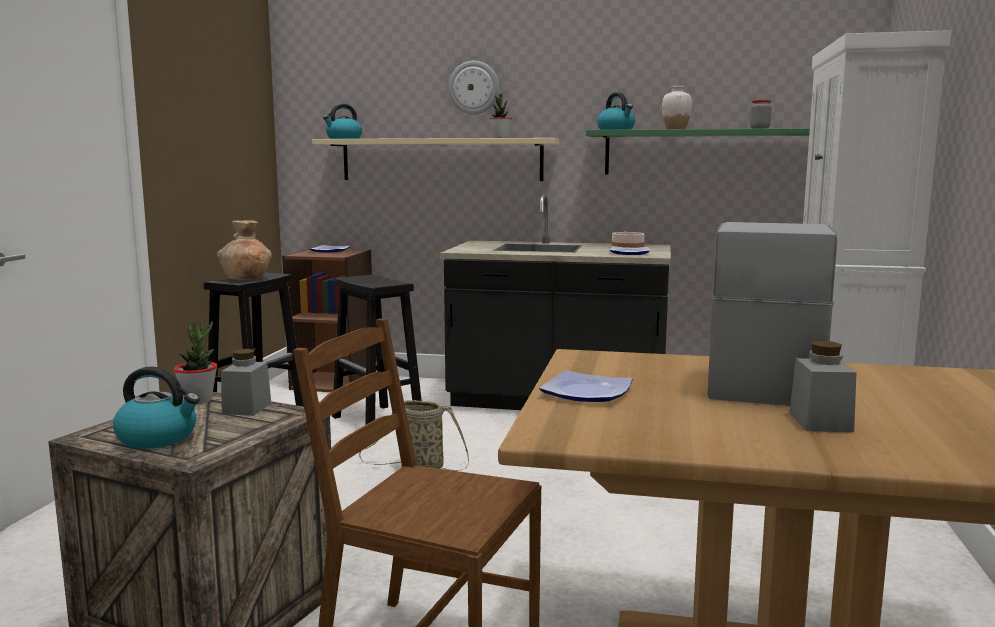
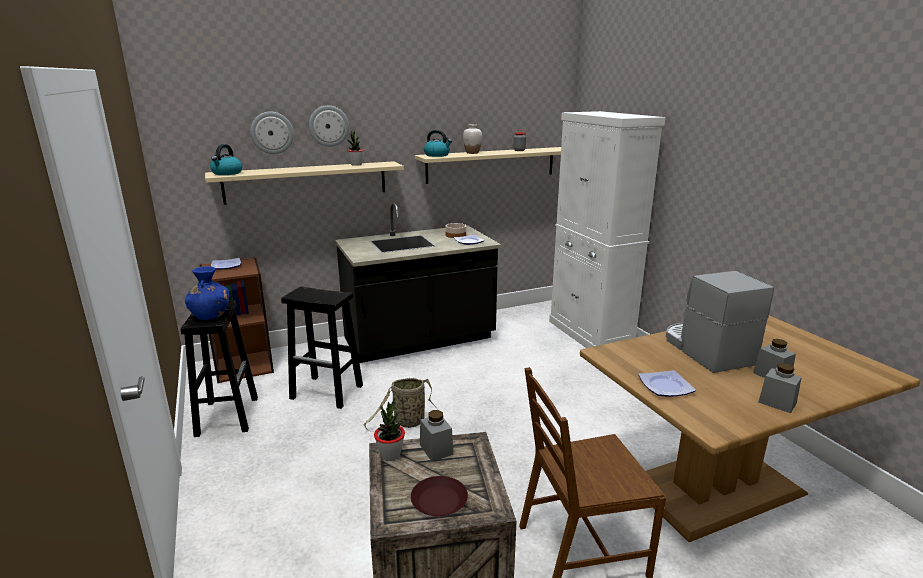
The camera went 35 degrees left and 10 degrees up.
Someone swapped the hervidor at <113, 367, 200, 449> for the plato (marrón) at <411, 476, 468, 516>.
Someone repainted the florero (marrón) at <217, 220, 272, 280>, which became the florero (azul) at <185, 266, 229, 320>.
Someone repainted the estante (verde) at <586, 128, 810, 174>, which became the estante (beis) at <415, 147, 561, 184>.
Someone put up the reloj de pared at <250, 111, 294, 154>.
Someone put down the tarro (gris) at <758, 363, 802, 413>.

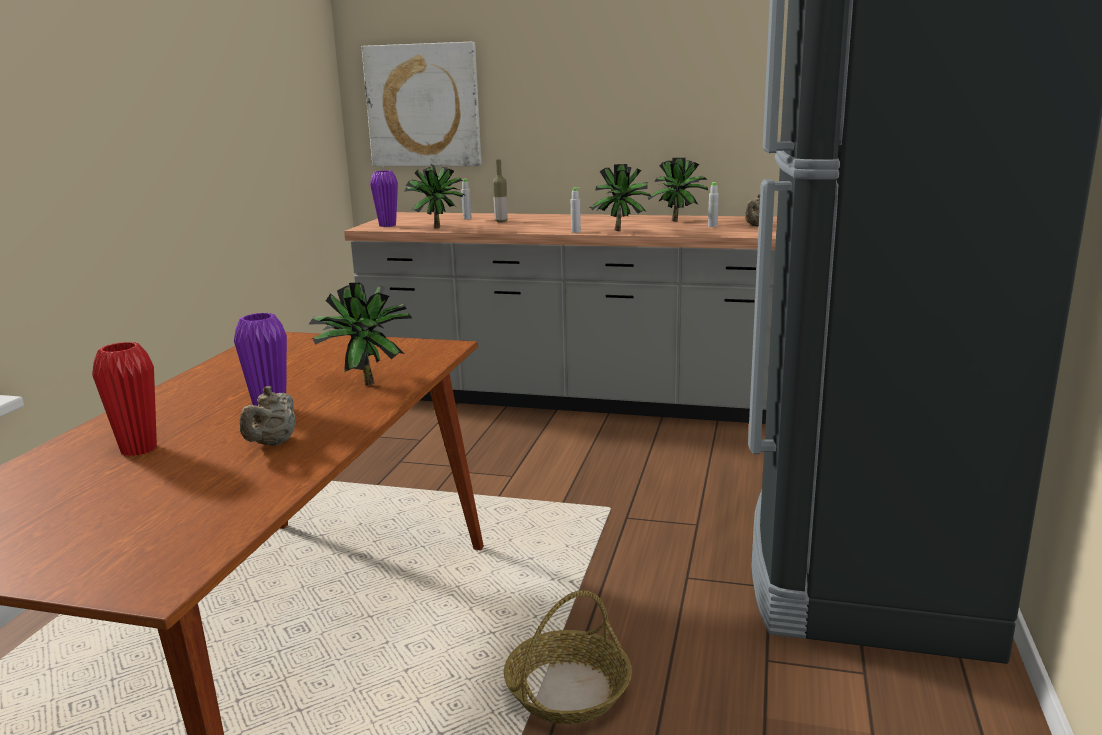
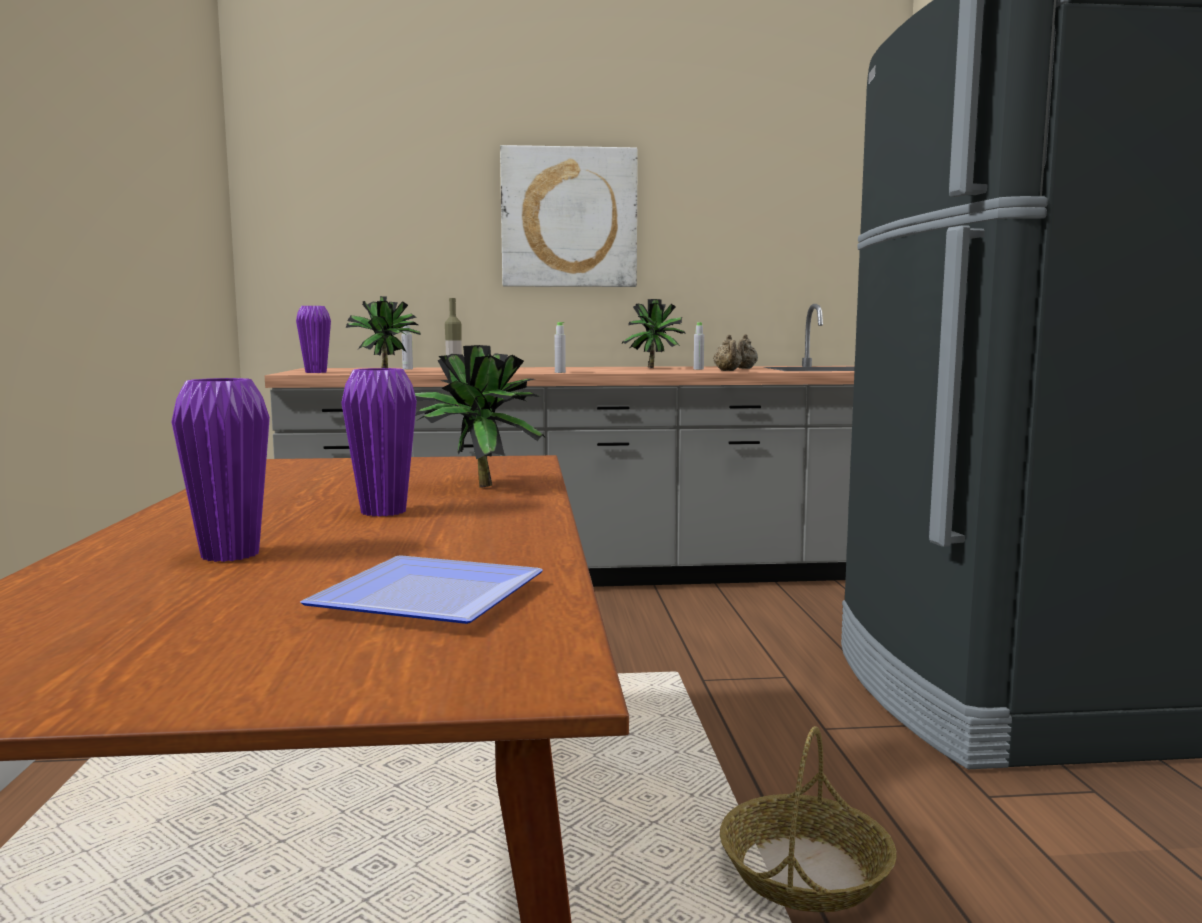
The camera went 20 degrees left and 10 degrees down.
Someone repainted the florero (rojo) at <92, 342, 157, 456>, which became the florero (morado) at <172, 378, 270, 562>.
Someone carried the tetera (beis) from <240, 386, 296, 446> to <713, 335, 742, 371>.
Someone carried the cuadro from <362, 42, 481, 166> to <500, 145, 638, 287>.
Someone took away the planta en maceta at <589, 164, 651, 231>.
Someone put down the plato at <300, 555, 543, 624>.

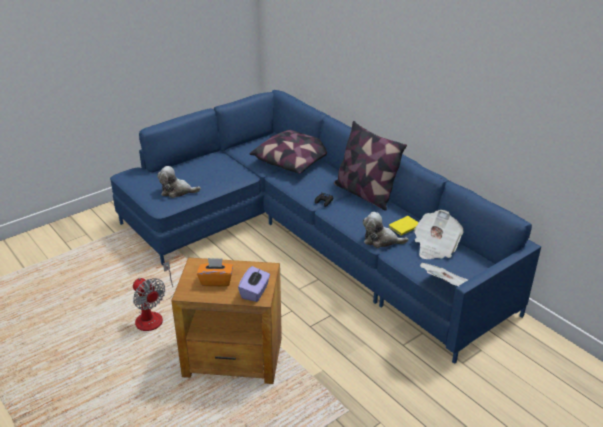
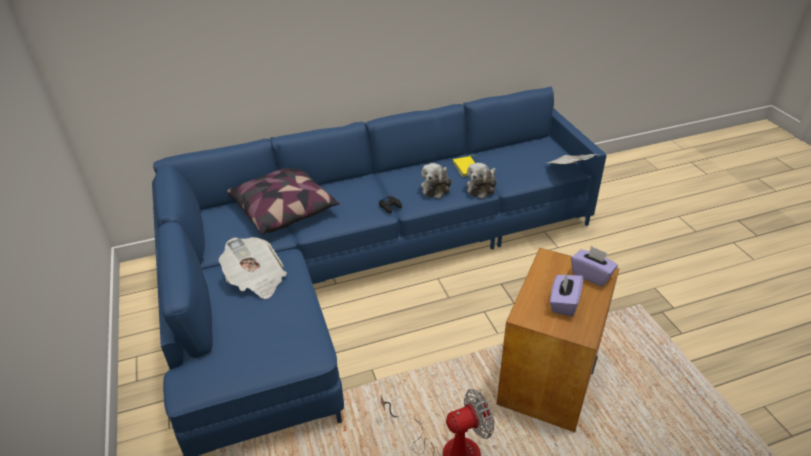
The camera went 70 degrees left and 5 degrees up.
Someone carried the peluche from <157, 166, 201, 198> to <421, 163, 452, 199>.
Someone repainted the caja de pañuelos (naranja) at <197, 258, 233, 286>, which became the caja de pañuelos (morado) at <550, 273, 583, 316>.
Someone took away the cojín at <334, 121, 407, 211>.
Someone carried the periódico from <414, 210, 463, 259> to <219, 237, 287, 299>.

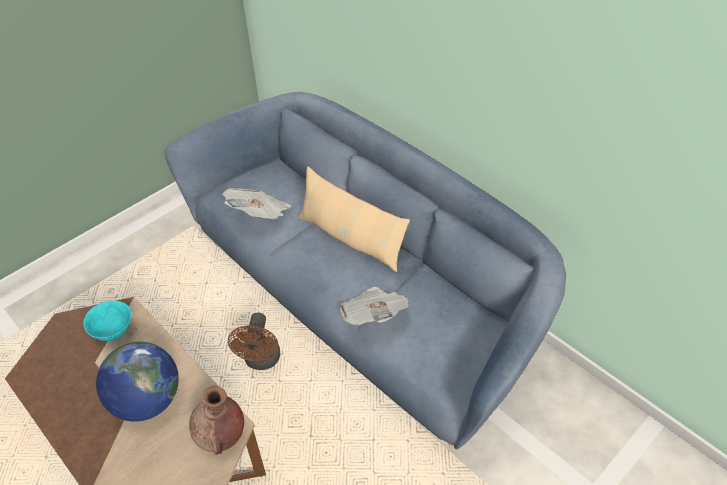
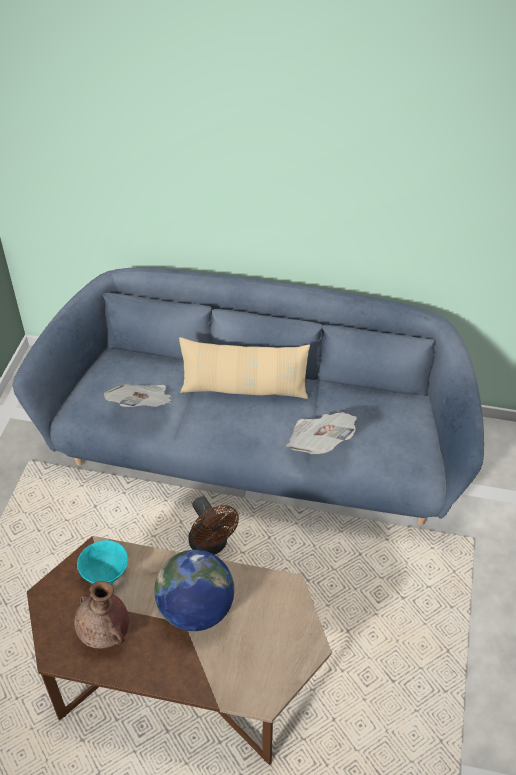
The camera went 35 degrees left and 0 degrees up.
Someone carried the florero (marrón) from <189, 386, 244, 455> to <75, 581, 129, 649>.

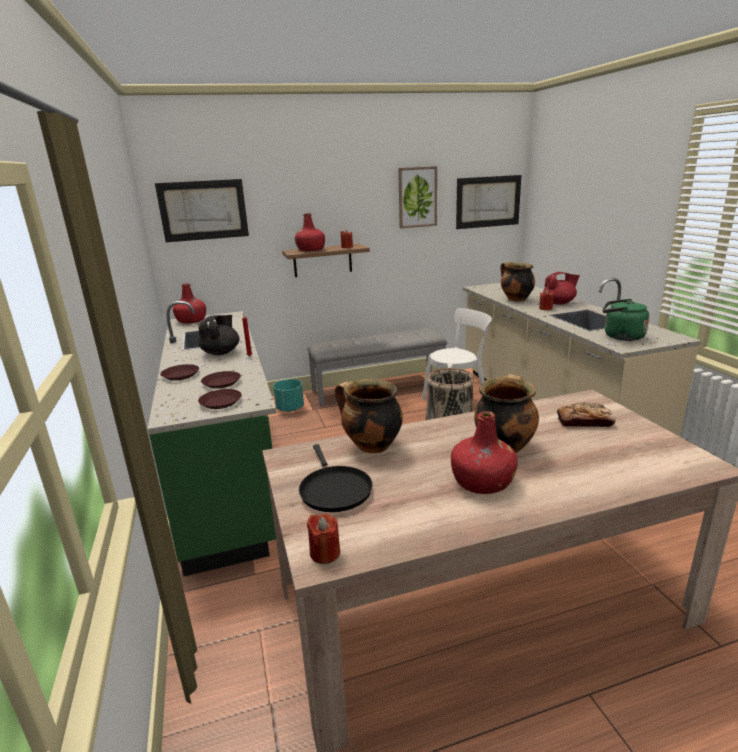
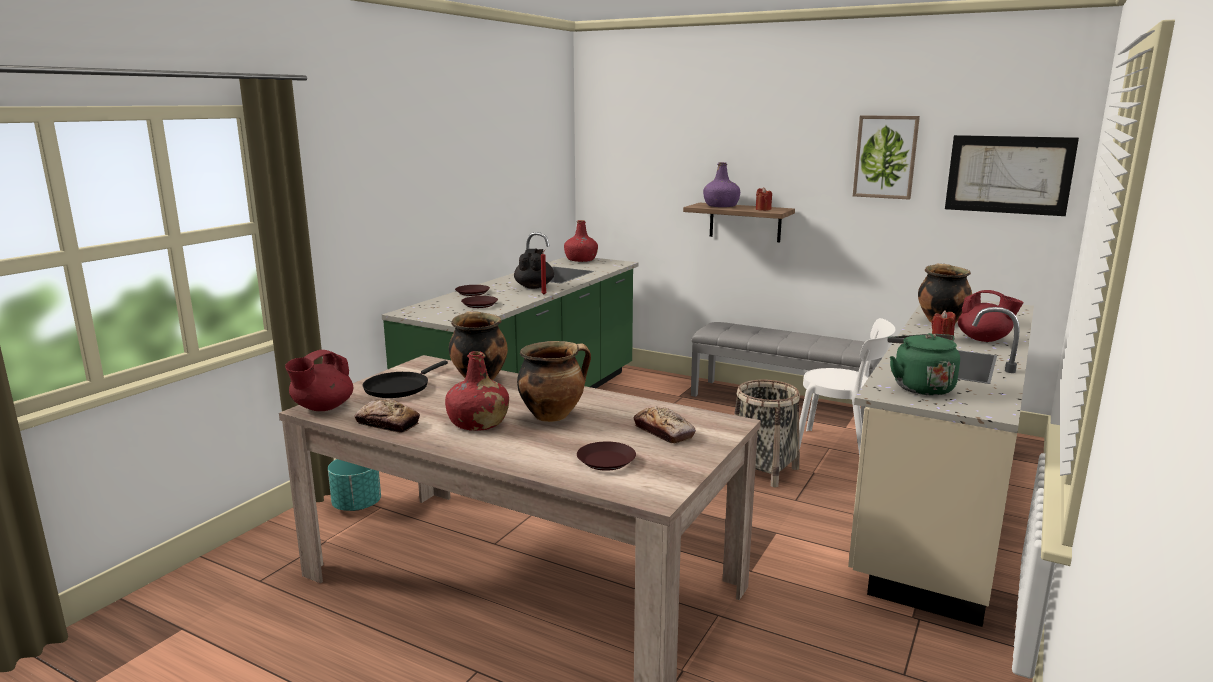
The camera went 45 degrees right and 5 degrees down.
Someone took away the cuadro at <155, 179, 249, 242>.
Someone rotated the tetera (negro) at <198, 315, 240, 355> by 60 degrees counterclockwise.
Someone carried the plato (marrón) from <198, 389, 242, 409> to <577, 442, 636, 471>.
Someone carried the maceta (turquesa) from <273, 379, 304, 412> to <328, 459, 381, 511>.
Someone repainted the botella (rojo) at <295, 213, 325, 251>, which became the botella (morado) at <703, 162, 740, 207>.
Someone swapped the vela (rojo) at <307, 513, 340, 564> for the tetera (rojo) at <285, 350, 353, 411>.
Someone put down the pan at <354, 400, 420, 433>.

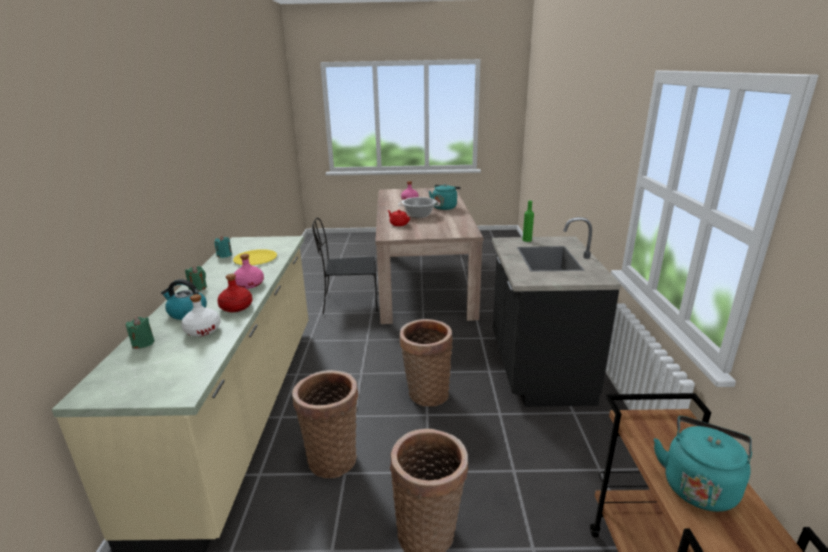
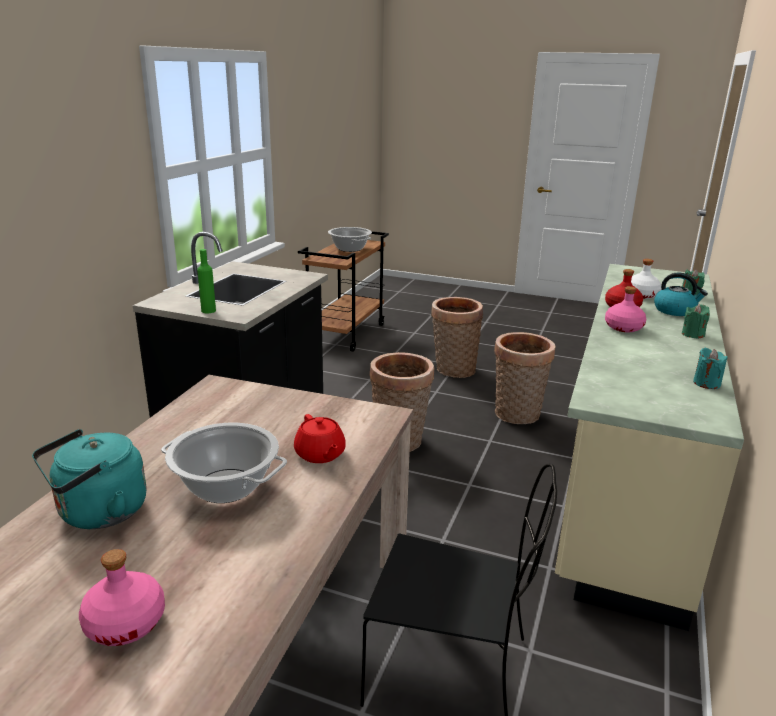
The camera went 160 degrees left and 0 degrees up.
Someone took away the plato (amarillo) at <233, 249, 277, 265>.
Someone swapped the hervidor (turquesa) at <654, 416, 752, 512> for the olla at <328, 227, 372, 252>.

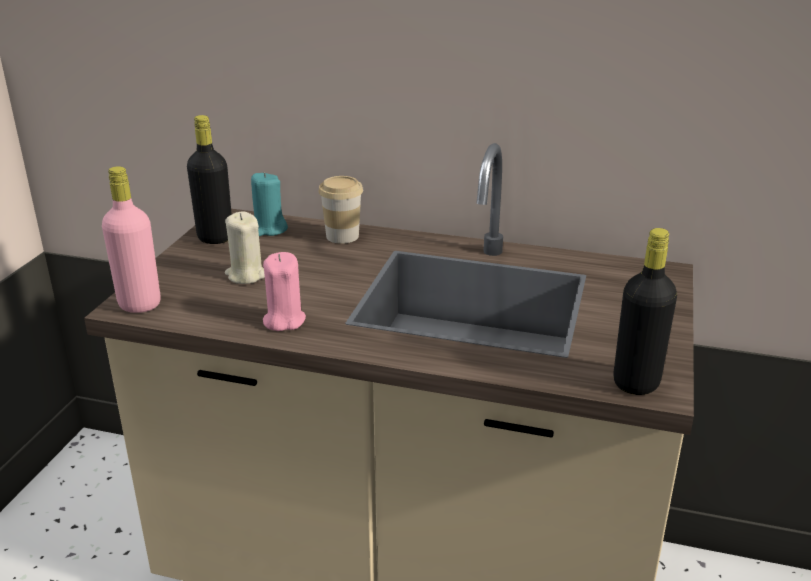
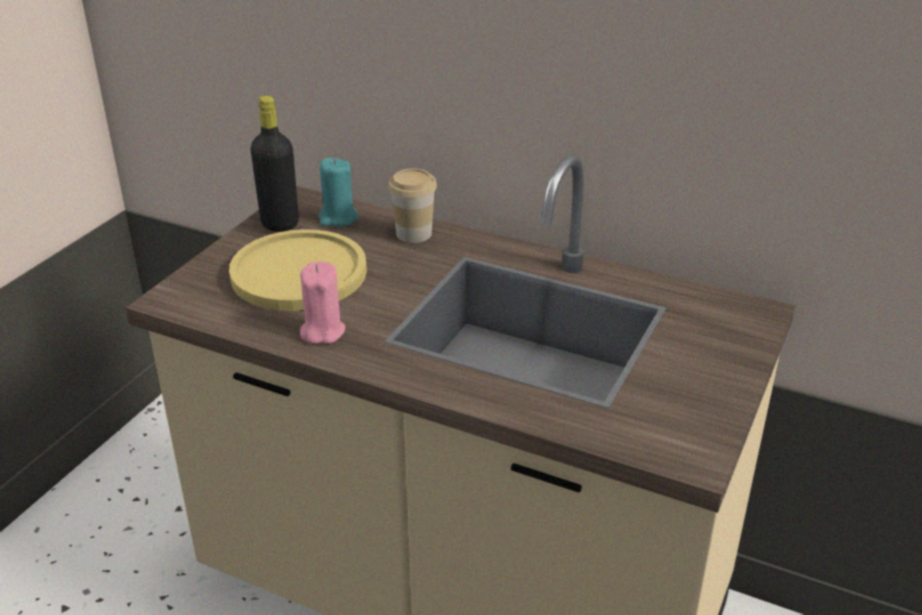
The camera went 10 degrees right and 5 degrees up.
Someone took away the botella (rosa) at <102, 166, 161, 313>.
Someone swapped the vela (beis) at <225, 211, 265, 284> for the plato (amarillo) at <229, 229, 367, 311>.
Someone took away the botella (negro) at <613, 228, 677, 395>.

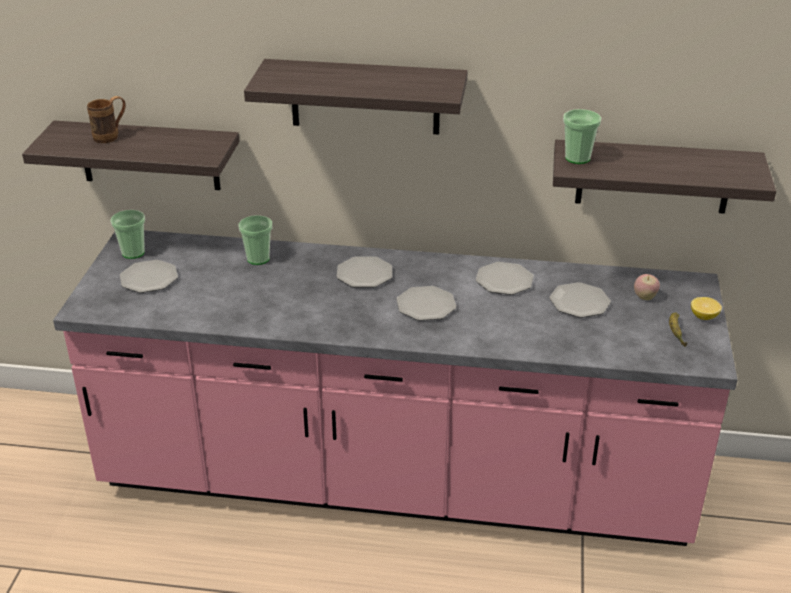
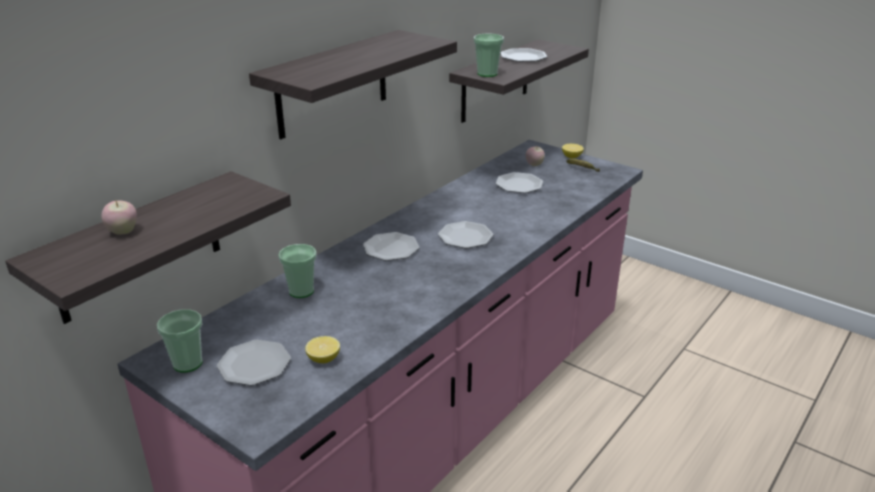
The camera went 60 degrees left and 5 degrees down.
Someone swapped the taza grande (marrón) at <87, 96, 126, 143> for the manzana at <101, 199, 137, 235>.
Someone carried the plato from <476, 262, 534, 295> to <500, 48, 547, 62>.
Someone put down the limón at <305, 336, 340, 363>.

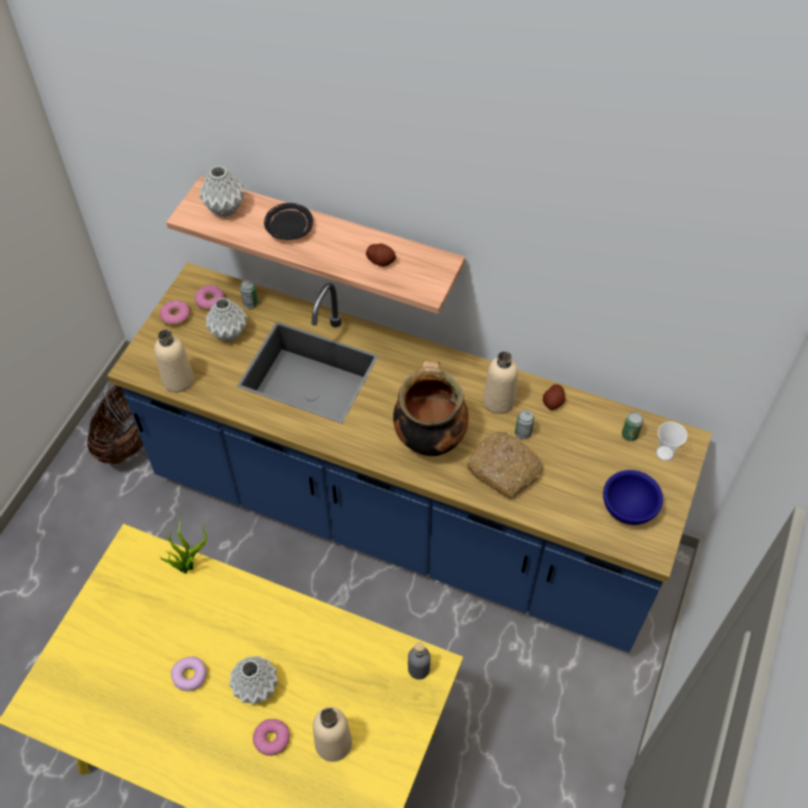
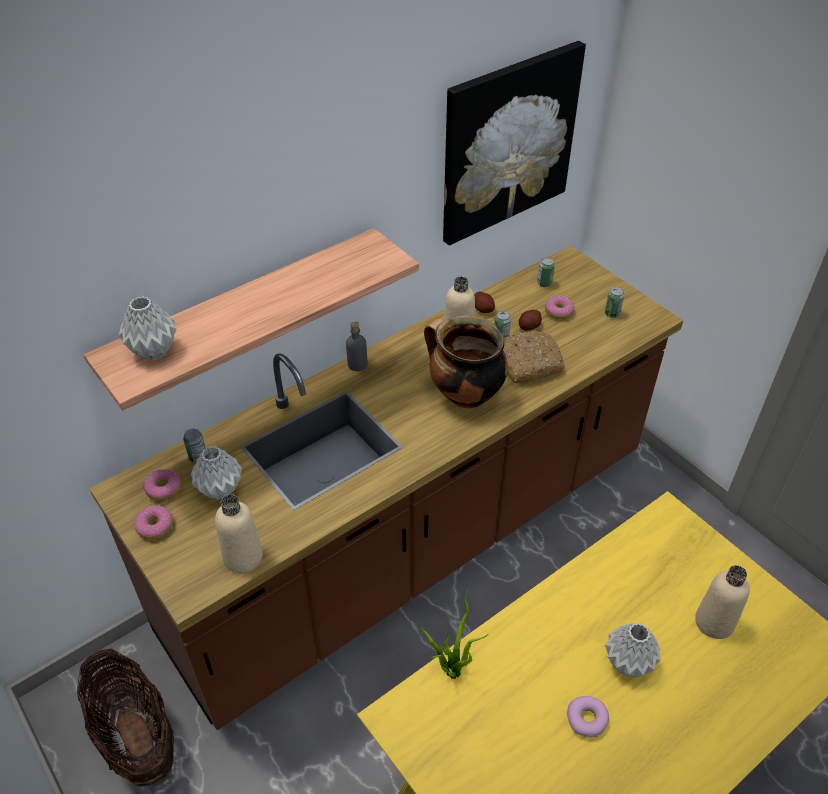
The camera went 60 degrees left and 10 degrees down.
Someone repainted the mueble bajo de cocina (azul) at <107, 262, 712, 653>, which became the mueble bajo de cocina (marrón) at <89, 246, 683, 730>.
Someone carried the rosquilla from <253, 719, 290, 756> to <545, 296, 575, 319>.
Someone took away the plato (negro) at <264, 203, 313, 240>.
Someone carried the patata from <366, 244, 396, 266> to <519, 310, 542, 331>.
Someone carried the botella (gris) from <408, 642, 430, 680> to <346, 322, 368, 371>.
Someone swapped the cuenco (azul) at <603, 470, 663, 525> for the lata at <605, 287, 624, 318>.
Someone took away the taza at <656, 421, 687, 461>.
Someone put up the cuadro at <443, 41, 586, 245>.

